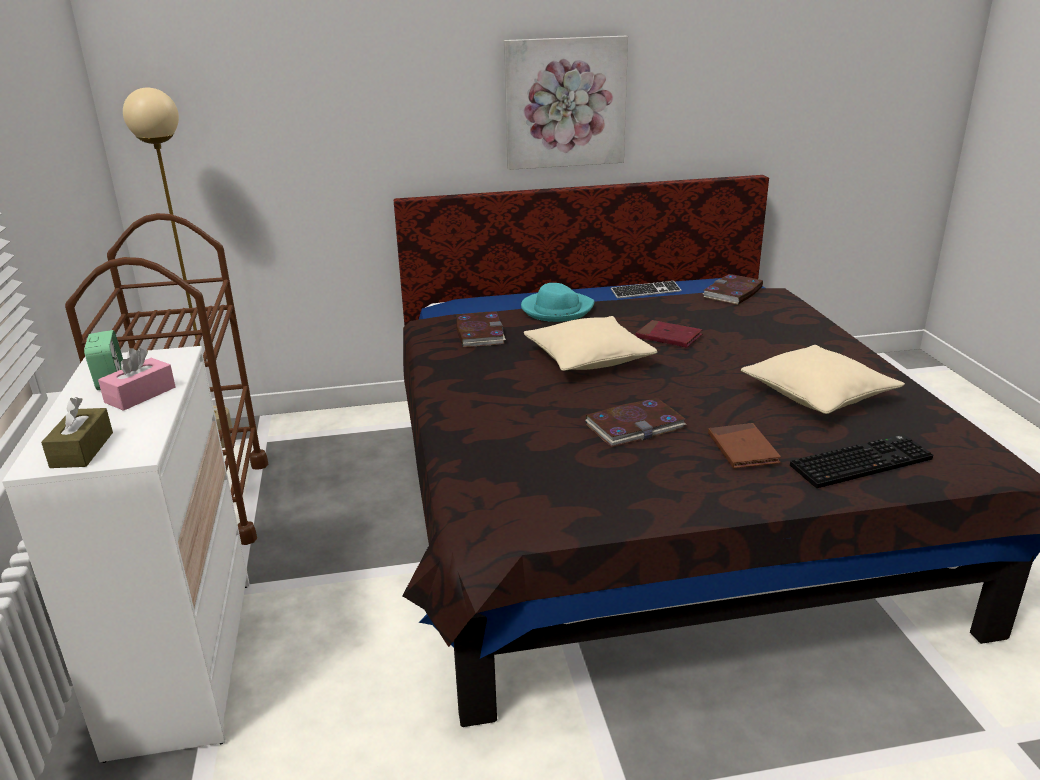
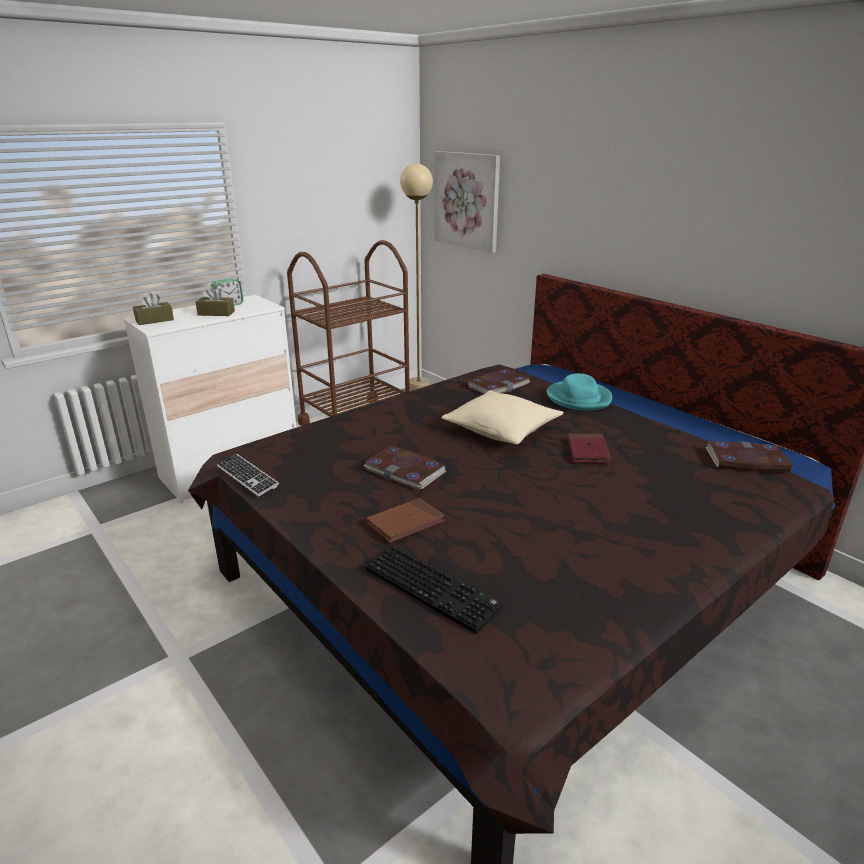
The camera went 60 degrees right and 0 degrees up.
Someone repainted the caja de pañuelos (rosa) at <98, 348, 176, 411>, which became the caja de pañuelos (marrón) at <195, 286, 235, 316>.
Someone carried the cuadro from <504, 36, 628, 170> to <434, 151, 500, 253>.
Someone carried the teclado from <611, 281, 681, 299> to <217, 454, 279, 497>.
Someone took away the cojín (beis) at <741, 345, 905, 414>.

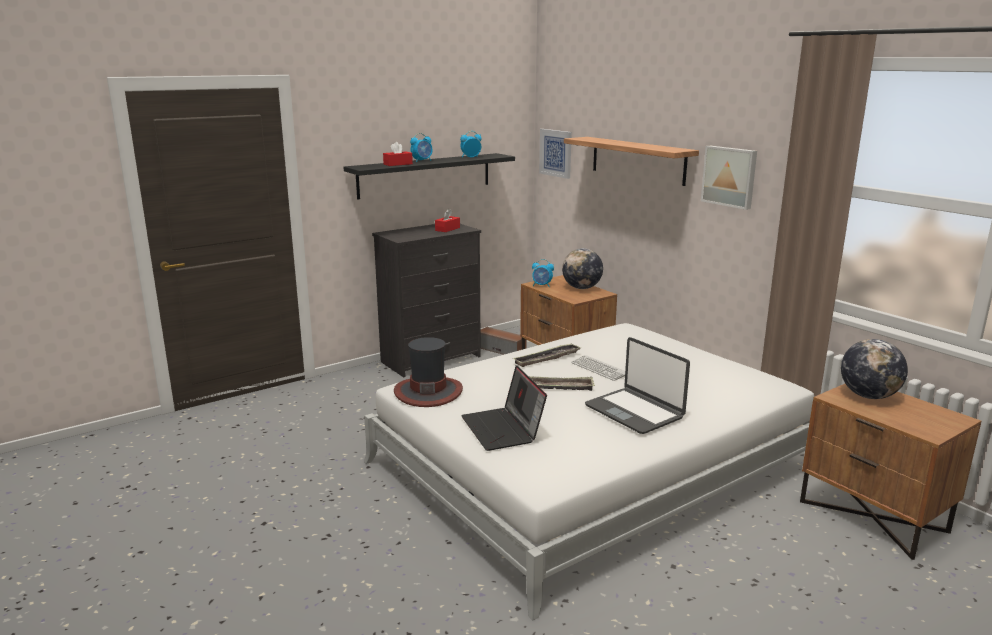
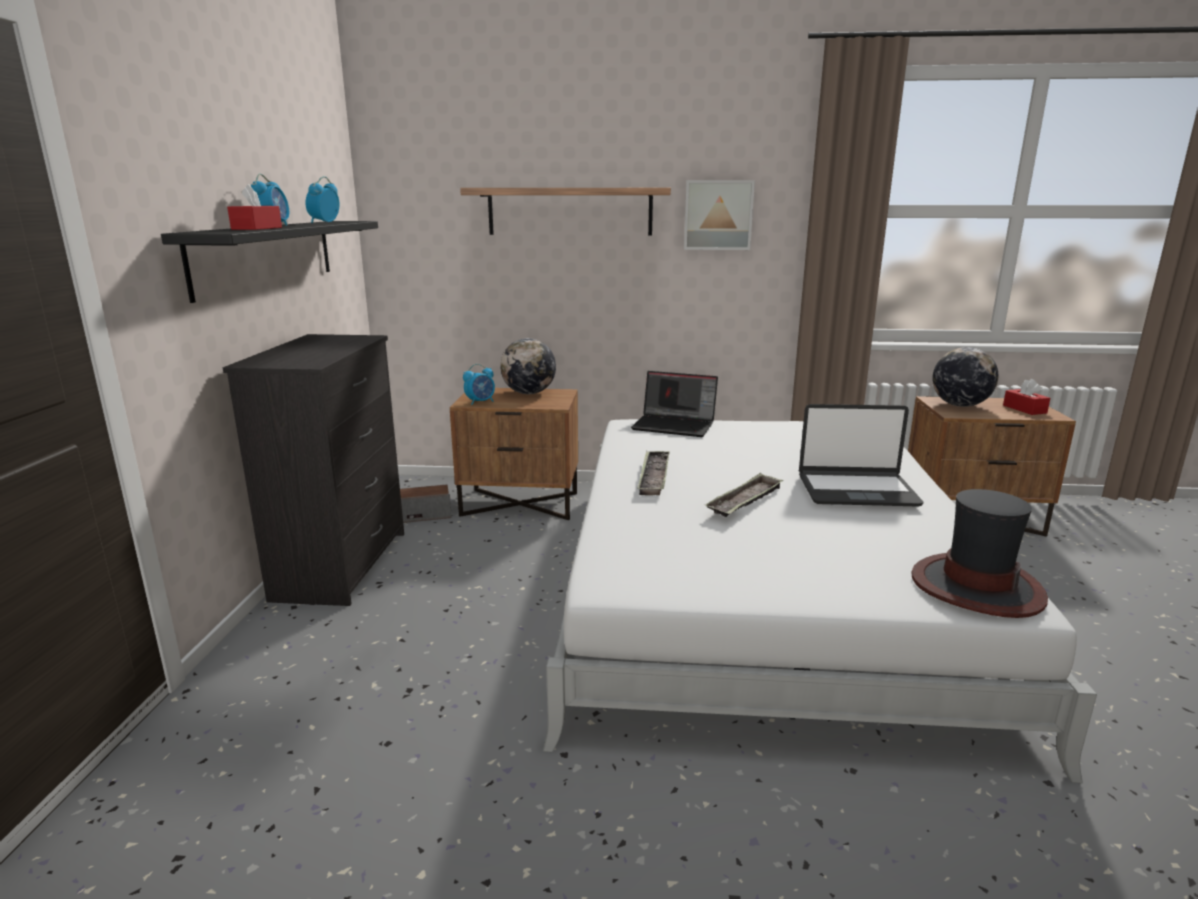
The camera went 50 degrees left and 0 degrees up.
Someone carried the sombrero from <394, 337, 463, 407> to <912, 489, 1048, 618>.
Someone carried the caja de pañuelos (rojo) from <435, 209, 460, 232> to <1003, 379, 1050, 415>.
Someone carried the portátil from <461, 365, 547, 451> to <631, 371, 718, 437>.
Someone took away the cuadro at <539, 129, 572, 179>.
Someone took away the teclado at <571, 355, 625, 381>.

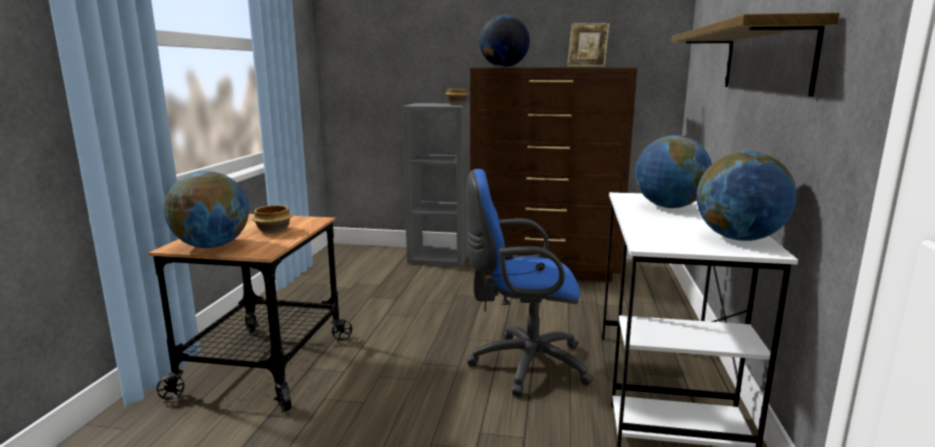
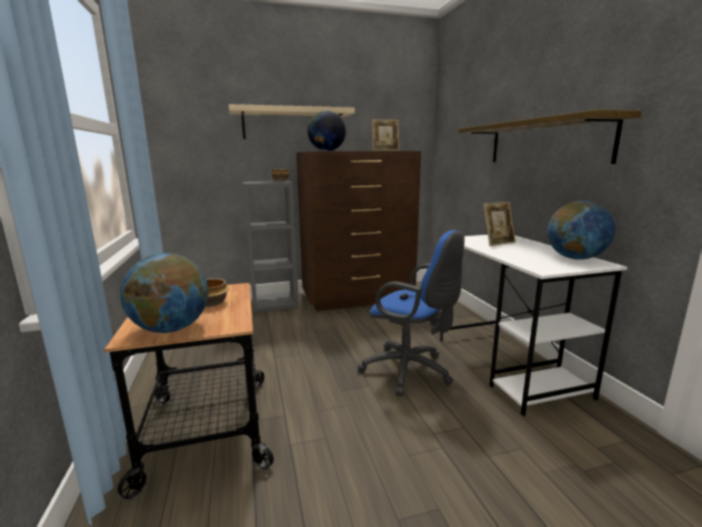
The camera went 25 degrees left and 0 degrees up.
Someone rotated the silla de oficina (azul) at <466, 169, 593, 396> by 120 degrees counterclockwise.
Someone swapped the globo terráqueo at <635, 135, 712, 208> for the portarretratos at <483, 202, 516, 246>.
Someone put up the estante (beis) at <229, 104, 355, 139>.

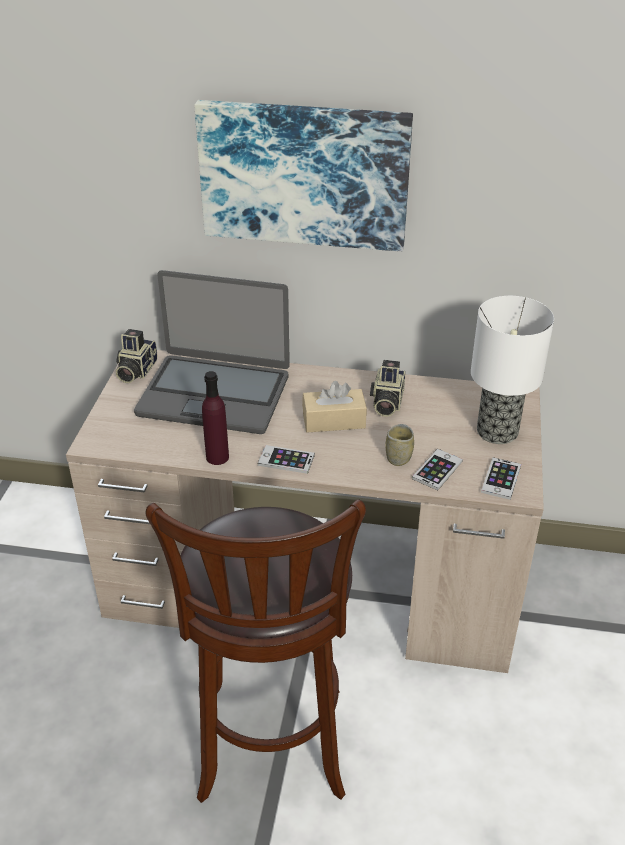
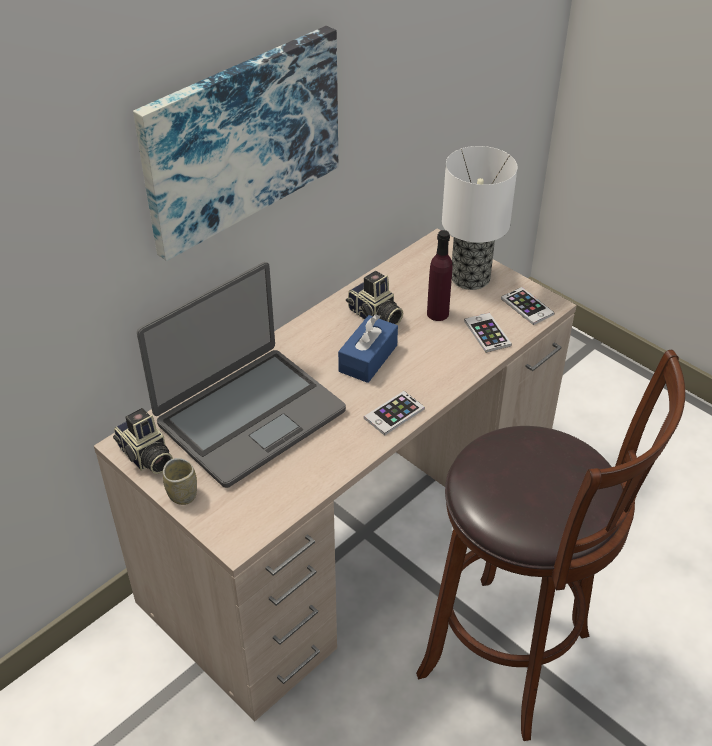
The camera went 55 degrees left and 5 degrees up.
Someone carried the botella (morado) from <202, 371, 229, 465> to <427, 230, 453, 321>.
Someone repainted the caja de pañuelos (beis) at <302, 381, 367, 432>, which became the caja de pañuelos (azul) at <338, 314, 398, 383>.
Someone carried the taza from <385, 424, 414, 466> to <163, 458, 197, 505>.

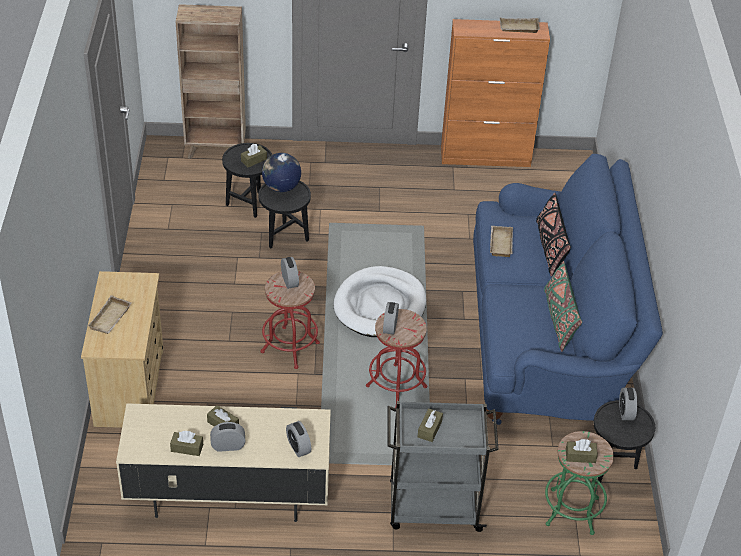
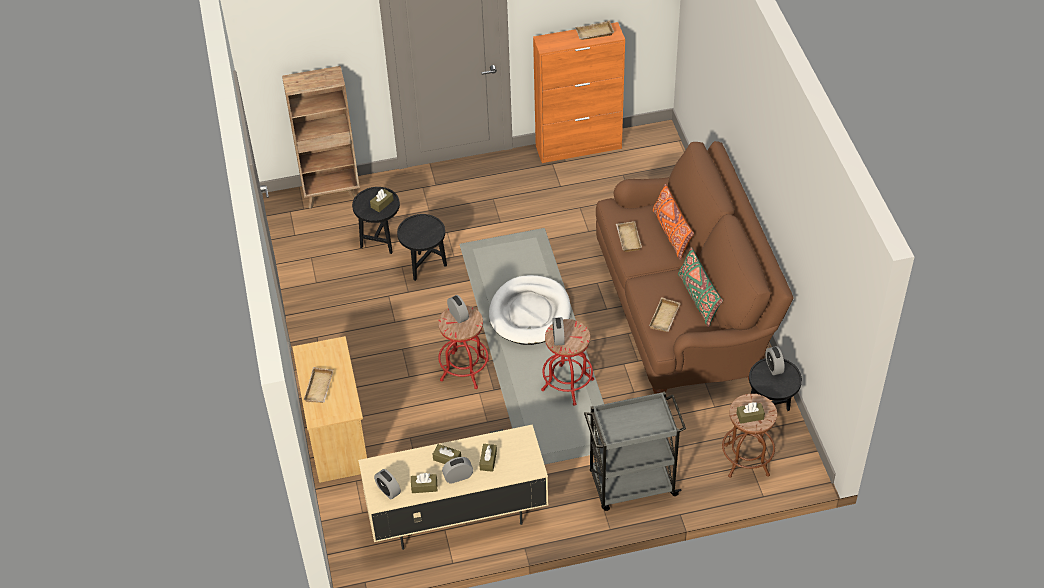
The camera went 10 degrees left and 5 degrees up.
Someone took away the globo terráqueo at <262, 153, 301, 192>.
Someone carried the despertador from <286, 421, 311, 457> to <374, 469, 401, 499>.
Someone carried the caja de pañuelos (marrón) from <418, 408, 443, 442> to <479, 444, 497, 472>.
Someone repainted the sofá (azul) at <473, 154, 663, 425>, which became the sofá (marrón) at <596, 141, 794, 394>.
Someone repainted the cojín (negro) at <536, 193, 571, 277>, which became the cojín (naranja) at <653, 184, 694, 260>.
Someone repainted the taburete (verde) at <545, 431, 614, 535>, which became the taburete (marrón) at <722, 394, 777, 478>.
Someone put down the bandeja (beis) at <649, 297, 681, 332>.

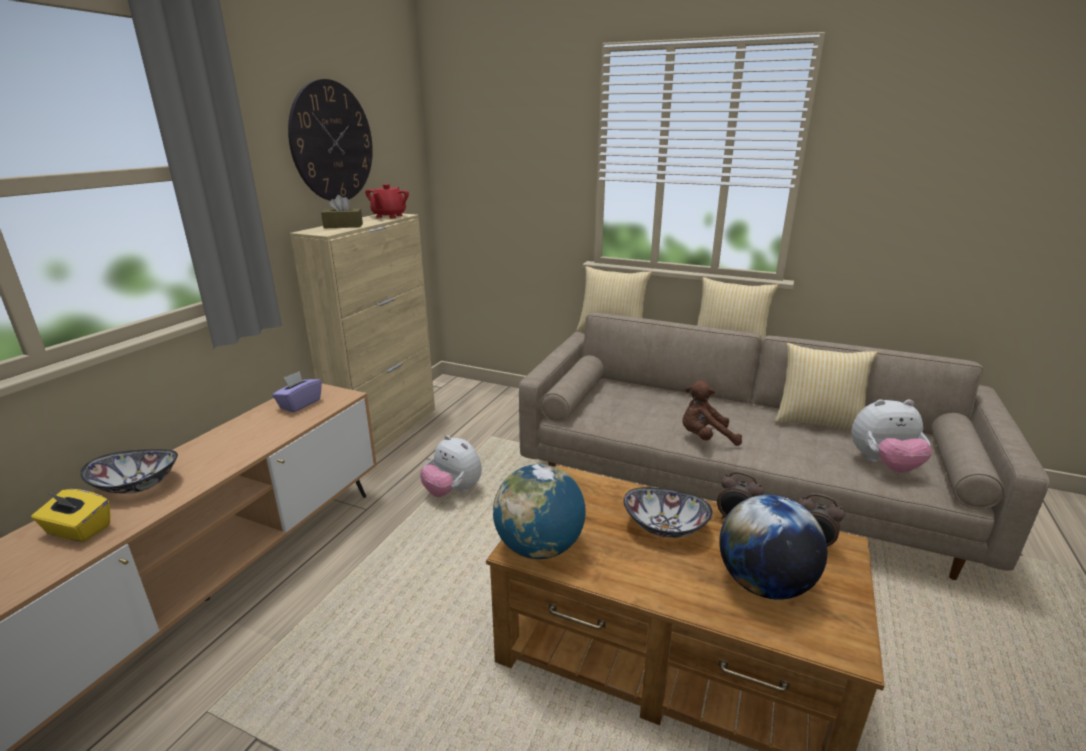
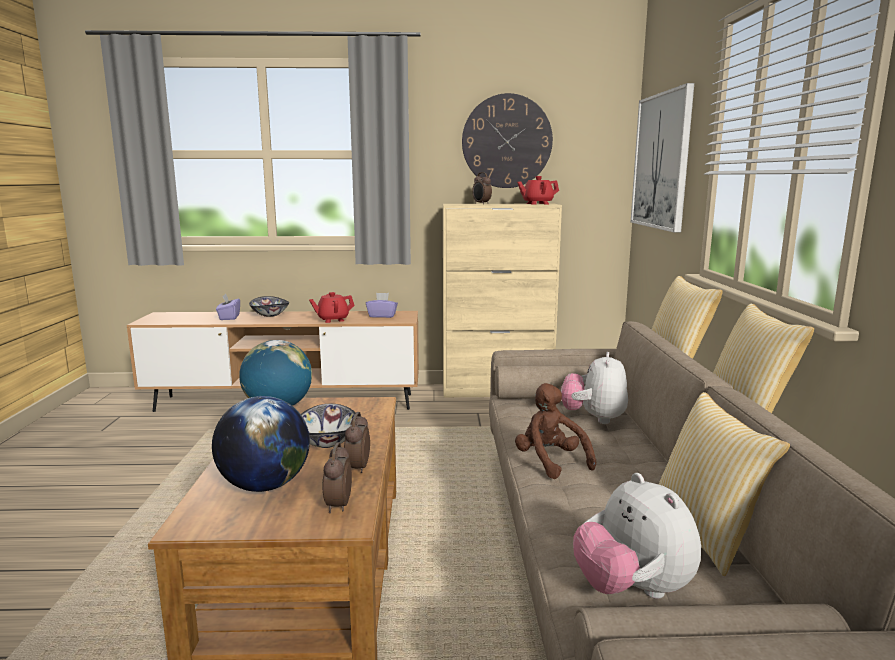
The camera went 65 degrees right and 10 degrees down.
Someone repainted the caja de pañuelos (amarillo) at <31, 489, 110, 542>, which became the caja de pañuelos (morado) at <216, 294, 240, 320>.
Someone swapped the caja de pañuelos (marrón) at <321, 195, 363, 228> for the despertador at <472, 172, 492, 204>.
Someone carried the peluche from <420, 435, 482, 497> to <561, 352, 628, 424>.
Someone put down the tetera (rojo) at <309, 292, 355, 323>.
Someone put up the cuadro at <631, 83, 694, 233>.

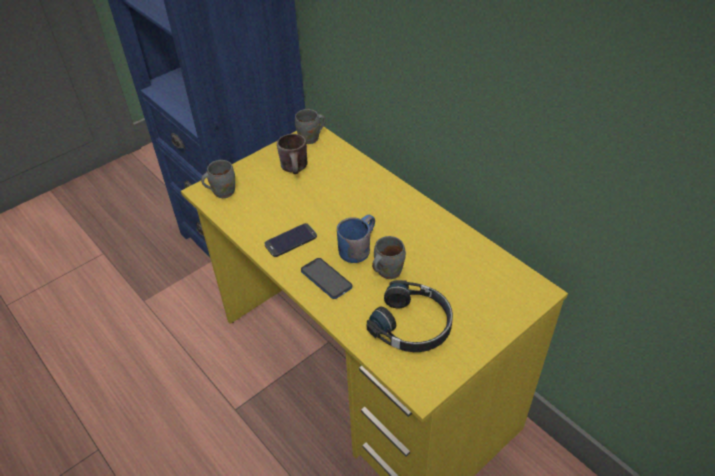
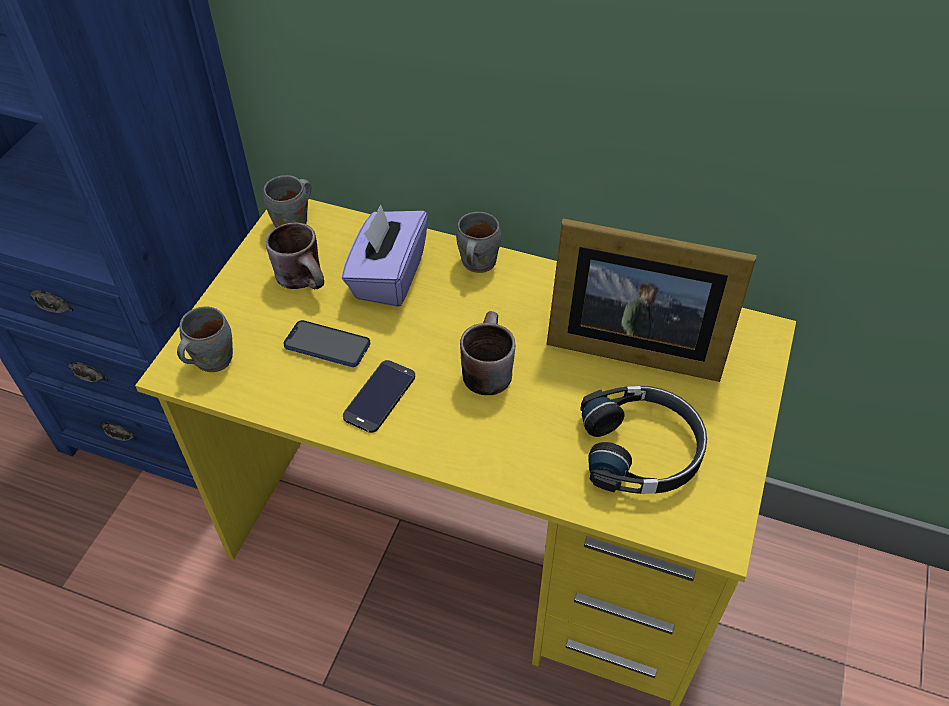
The camera went 30 degrees left and 5 degrees up.
Someone carried the móvil from <301, 258, 352, 299> to <283, 320, 370, 367>.
Someone repainted the taza grande (azul) at <337, 215, 375, 263>, which became the taza grande (marrón) at <460, 311, 515, 395>.
Someone carried the taza grande (gris) from <372, 236, 406, 279> to <456, 212, 501, 273>.
Someone put down the caja de pañuelos (morado) at <342, 204, 428, 307>.
Someone put down the portarretratos at <547, 219, 757, 382>.

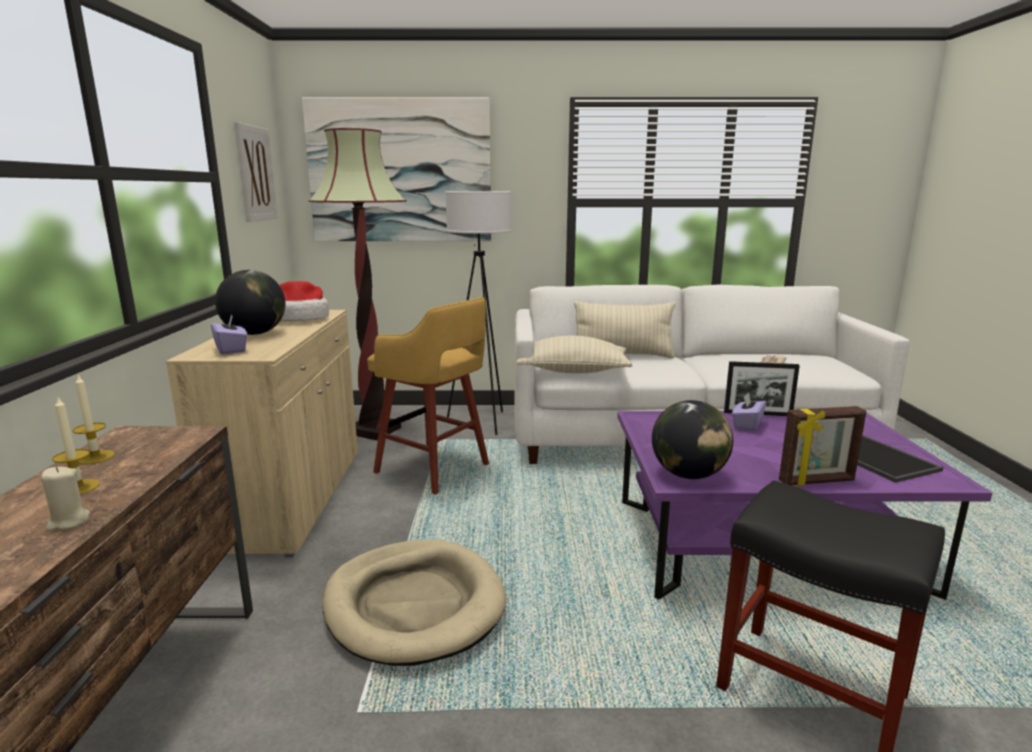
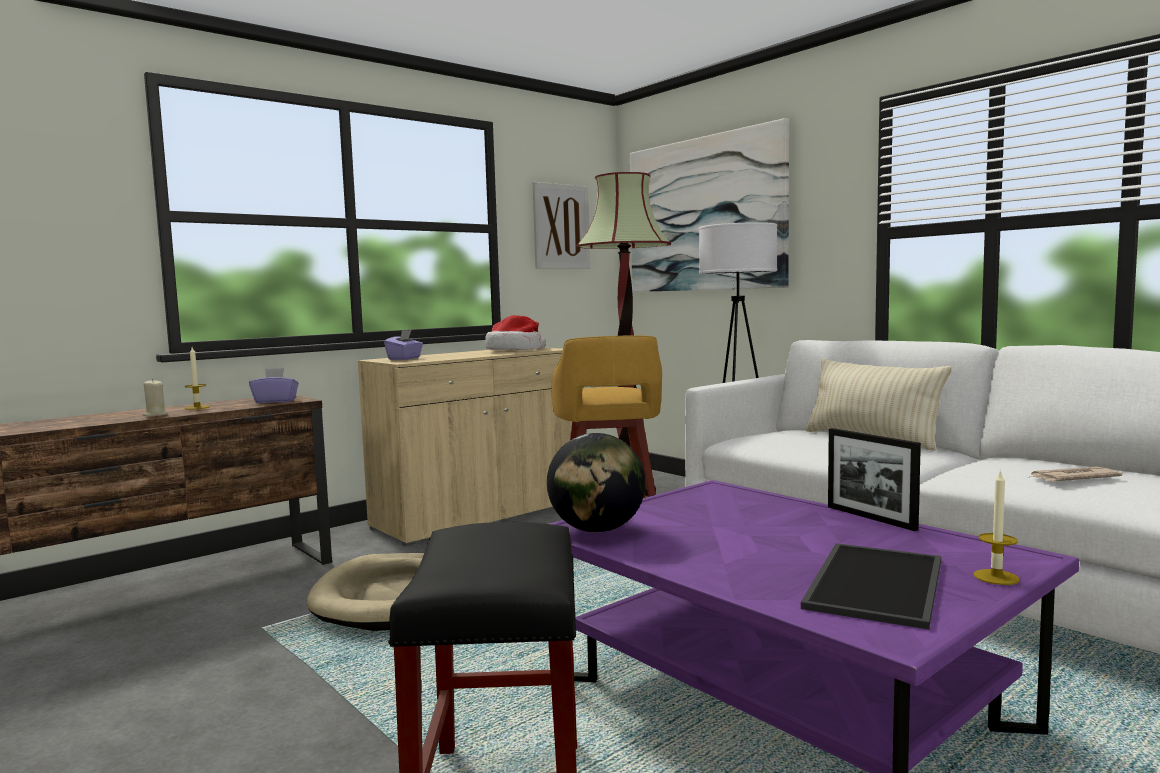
The camera went 50 degrees right and 10 degrees down.
Someone carried the vela from <73, 375, 115, 464> to <974, 469, 1020, 585>.
Someone took away the globo terráqueo at <215, 270, 285, 335>.
Someone took away the cojín (beis) at <516, 336, 633, 373>.
Someone carried the caja de pañuelos (morado) from <732, 392, 766, 431> to <249, 368, 299, 403>.
Someone took away the portarretratos at <779, 406, 866, 486>.

